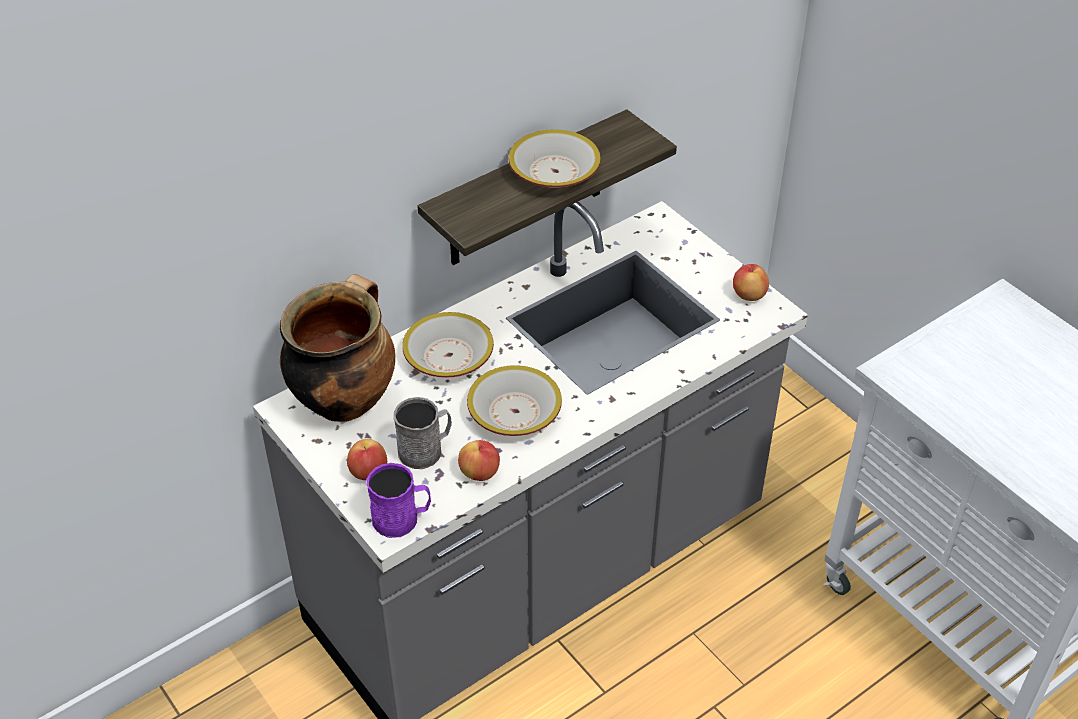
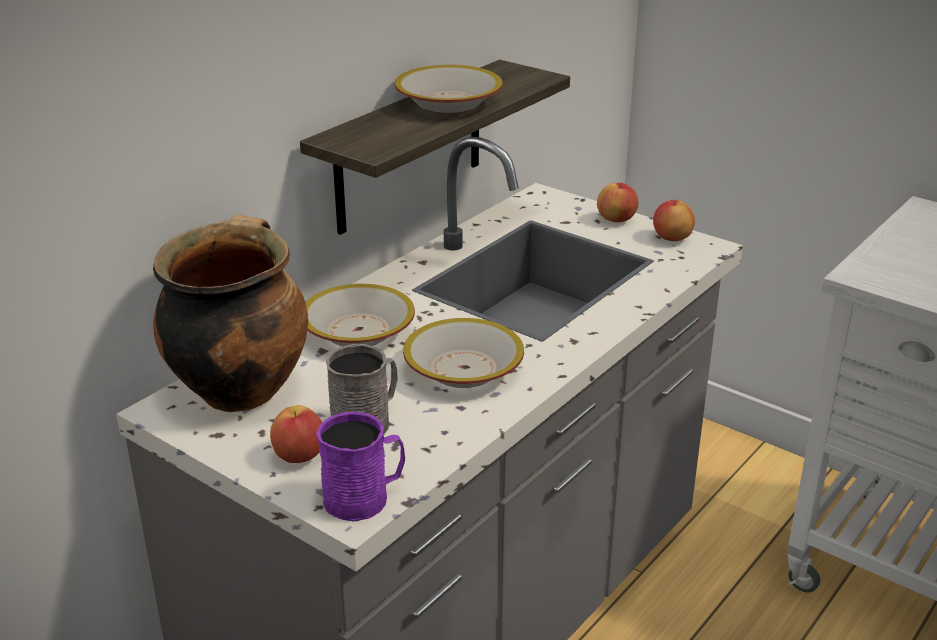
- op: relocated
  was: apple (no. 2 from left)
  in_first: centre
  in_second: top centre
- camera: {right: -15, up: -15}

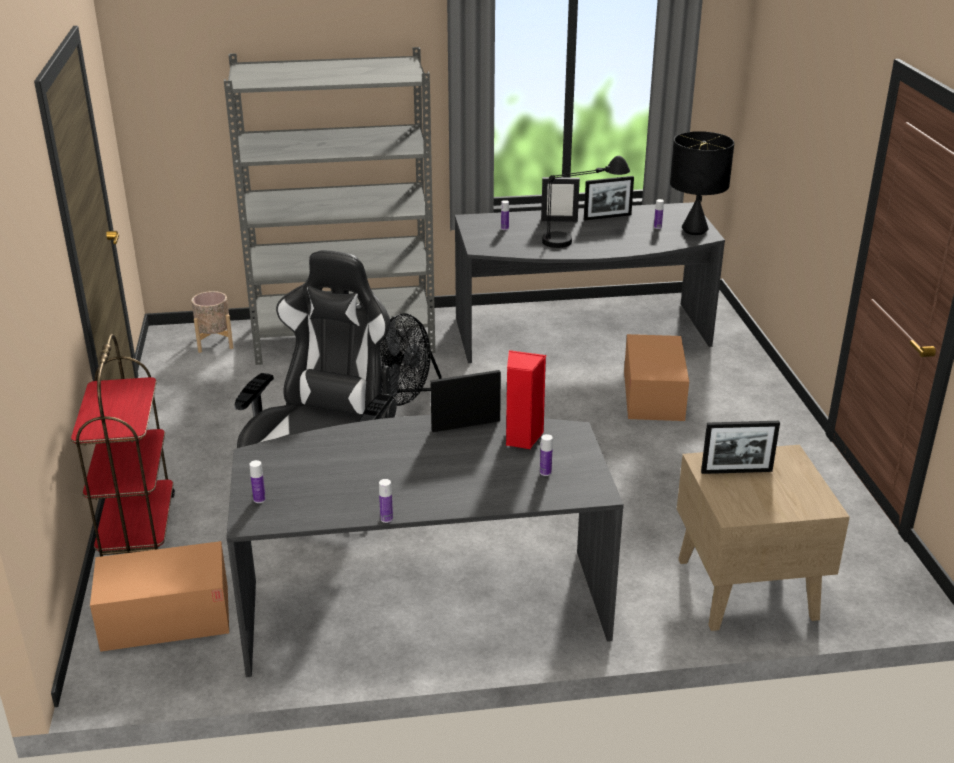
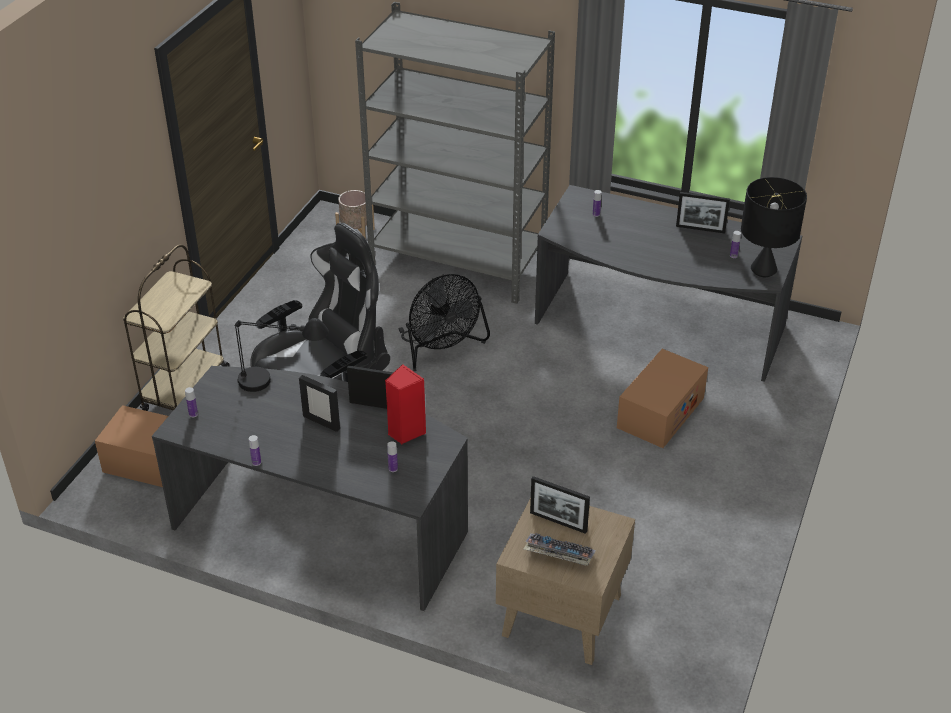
- op: colour
  was: red cart
  now: beige cart
  in_first: middle left
  in_second: middle left
- op: relocated
  was: black table lamp (no. 1 from left)
  in_first: top centre
  in_second: middle left
- op: relocated
  was: picture frame (no. 2 from left in the first image)
  now: picture frame (no. 1 from left)
  in_first: top centre
  in_second: centre
- op: appeared
  now: keyboard
  in_second: bottom centre
- camera: {right: 30, up: 10}

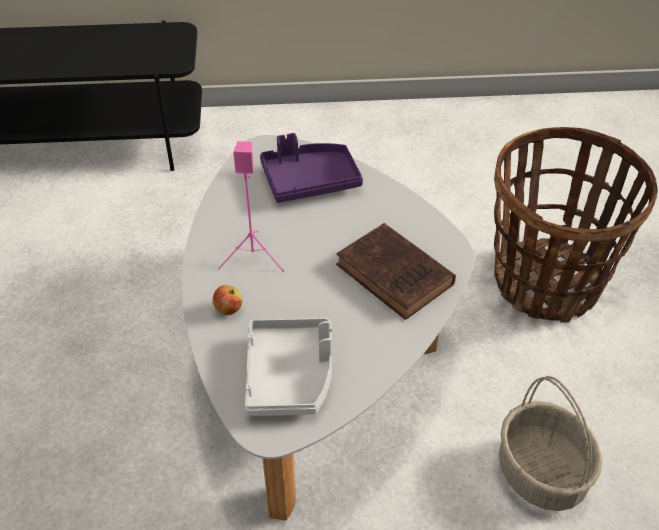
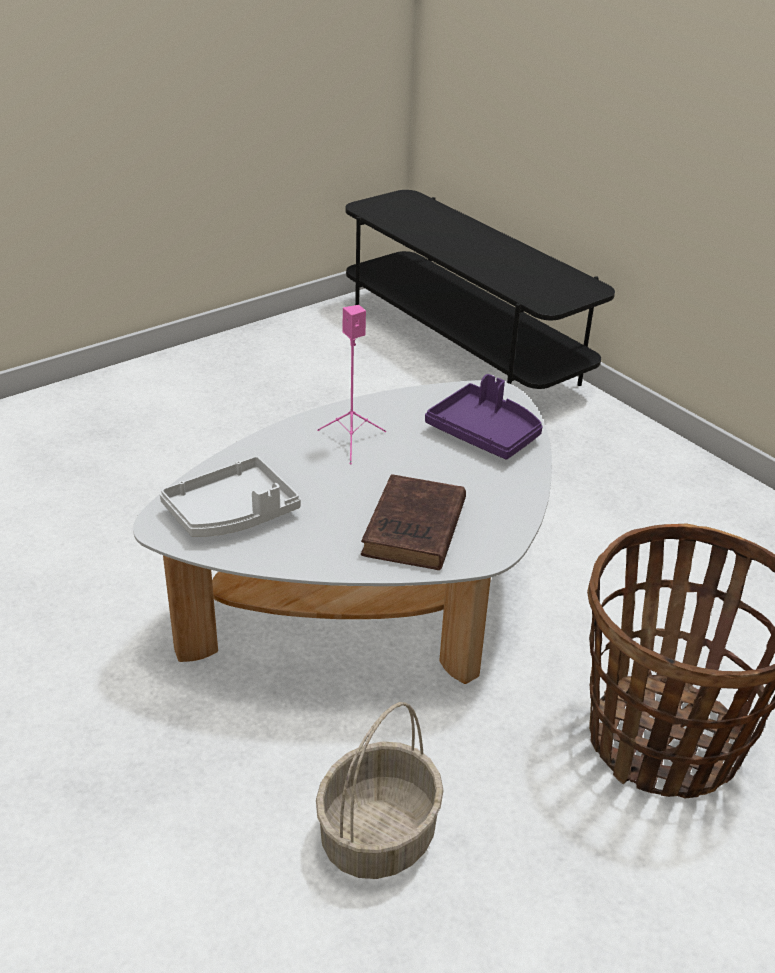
- op: missing
  was: apple
  in_first: centre
- camera: {right: 55, up: -10}

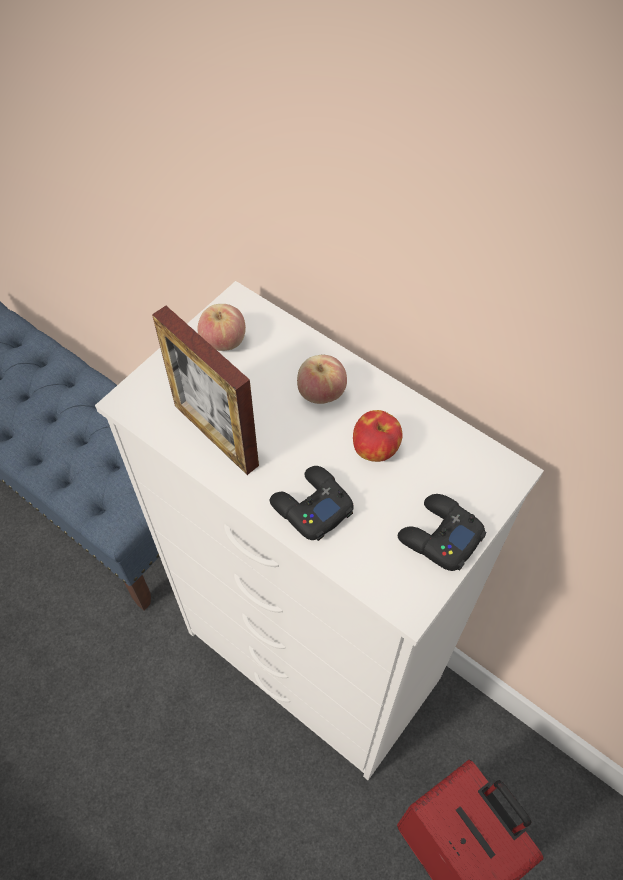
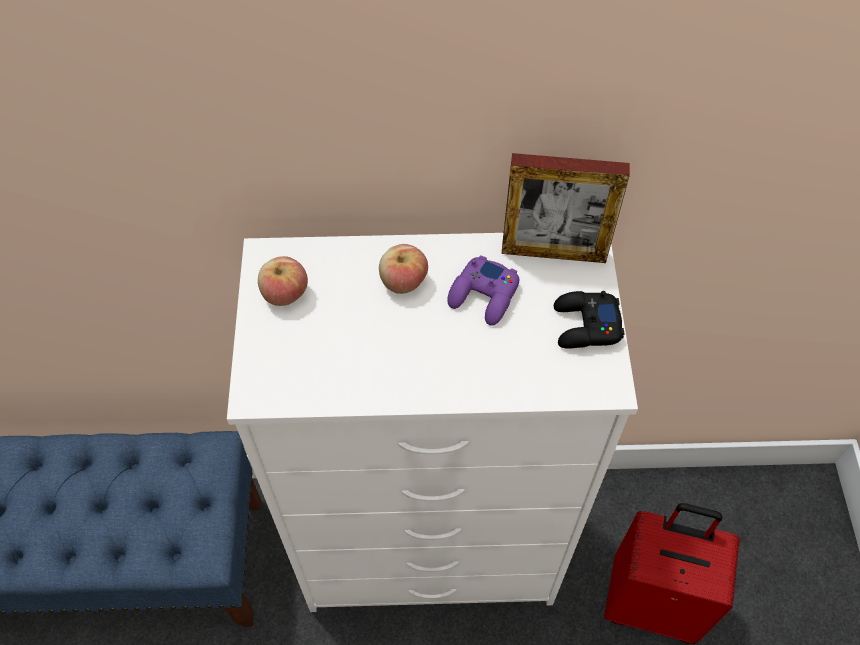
- op: exchanged
  was: apple (no. 3 from left)
  now: purple game controller
  in_first: centre
  in_second: centre
- op: relocated
  was: picture frame
  in_first: middle left
  in_second: top centre
- op: missing
  was: black game controller (no. 1 from left)
  in_first: centre
- camera: {right: -40, up: 0}

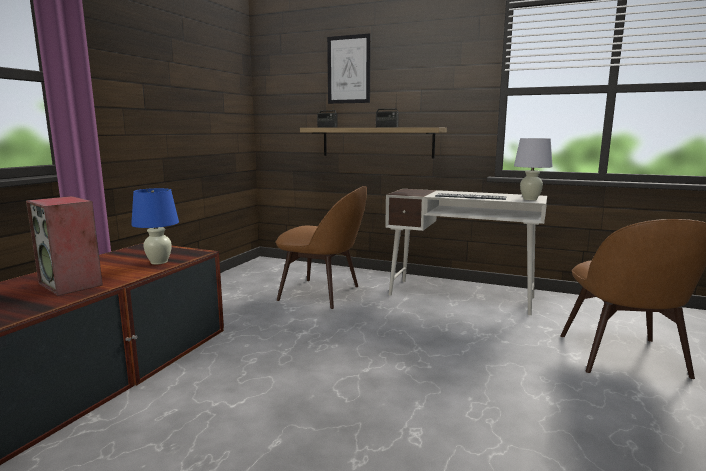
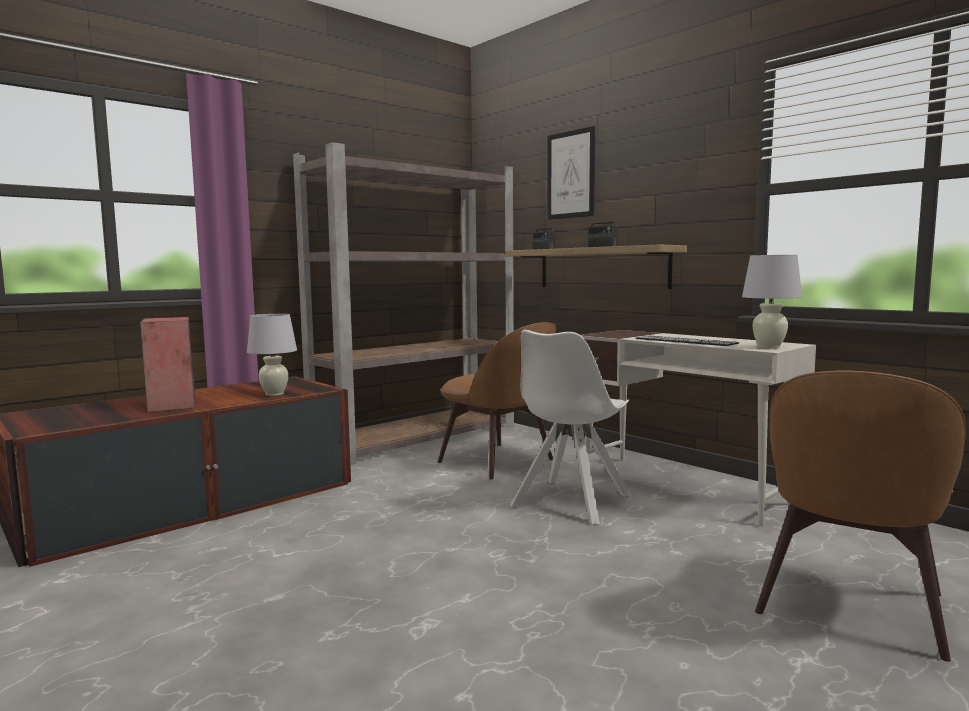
- op: colour
  was: blue table lamp
  now: white table lamp (no. 1 from left)
  in_first: middle left
  in_second: middle left
- op: appeared
  now: brown bookcase
  in_second: centre
- op: appeared
  now: white chair
  in_second: centre
- camera: {right: 25, up: -5}

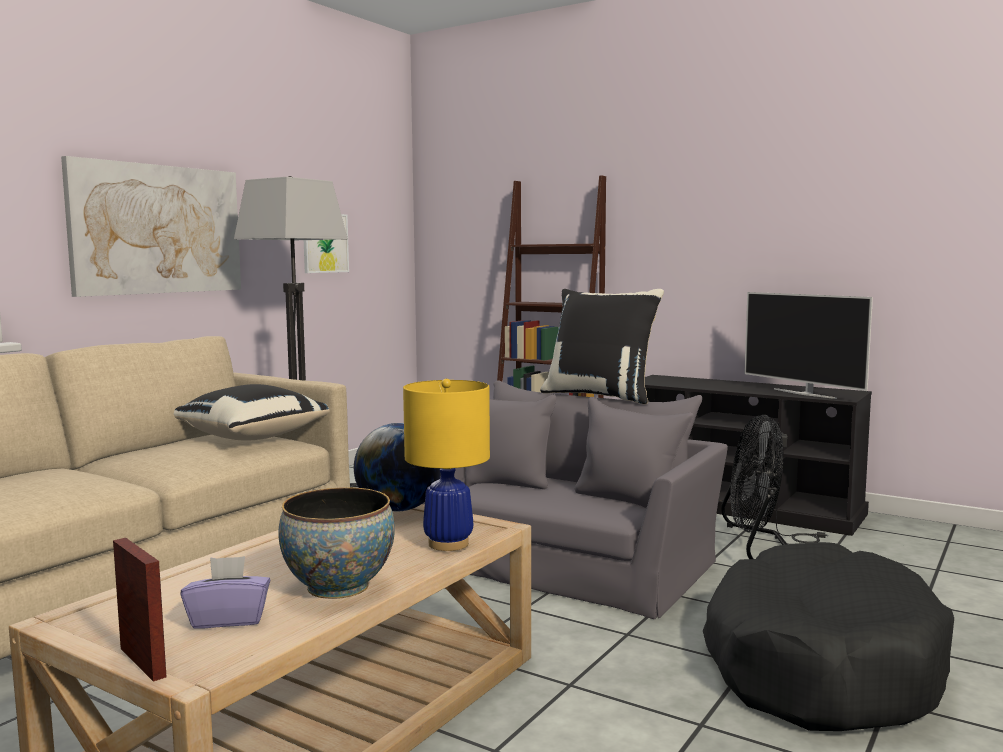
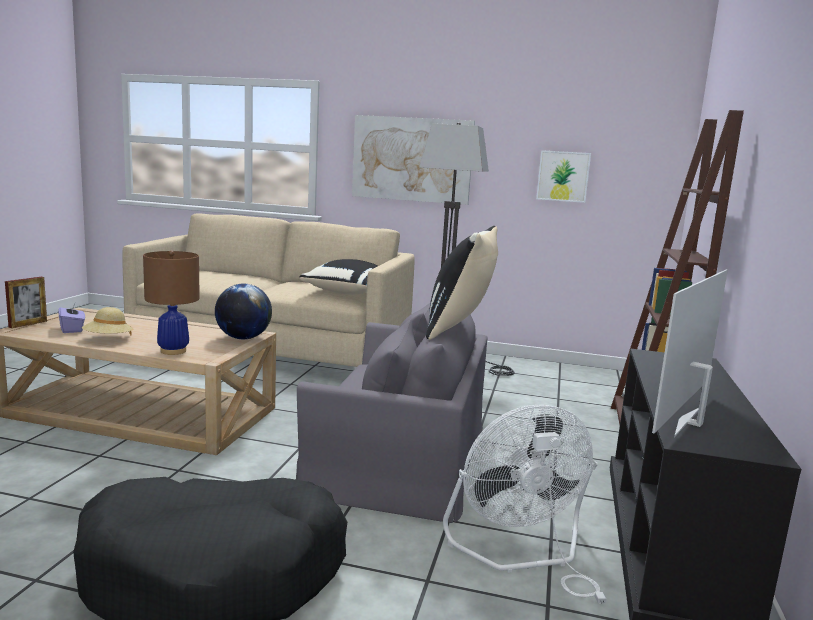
- op: exchanged
  was: bowl
  now: beige hat
  in_first: bottom centre
  in_second: middle left
- op: colour
  was: yellow table lamp
  now: brown table lamp
  in_first: centre
  in_second: middle left
- op: colour
  was: black fan
  now: white fan
  in_first: middle right
  in_second: bottom centre
- camera: {right: 70, up: 5}

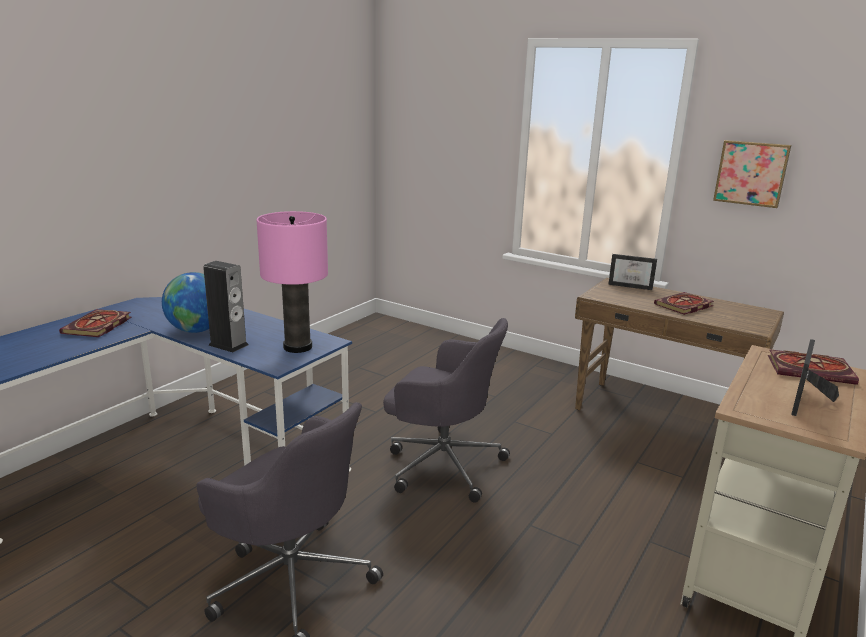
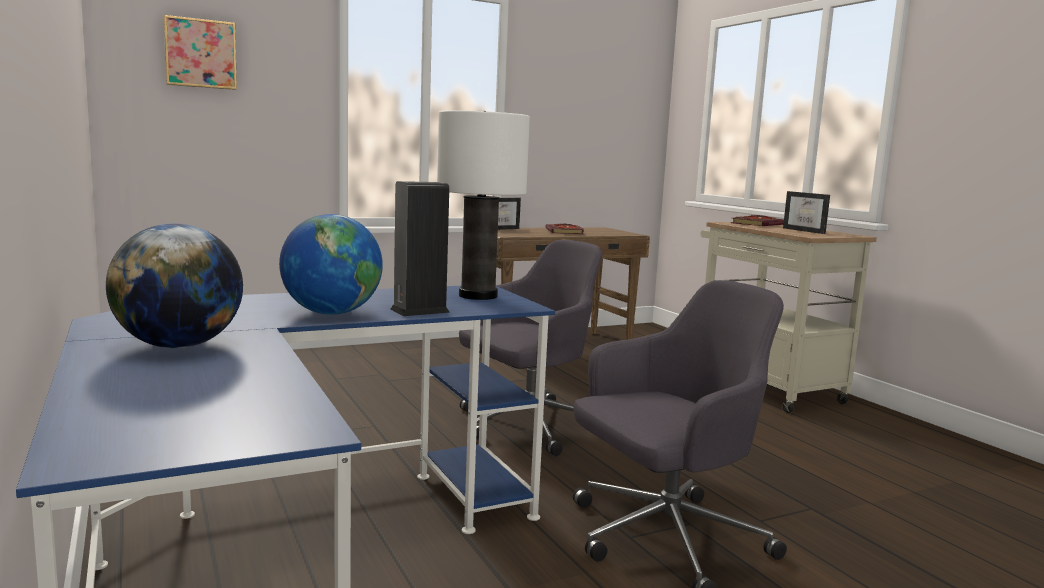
- op: exchanged
  was: book (no. 1 from left)
  now: globe (no. 1 from left)
  in_first: middle left
  in_second: middle left
- op: relocated
  was: picture
  in_first: top right
  in_second: top left
- op: colour
  was: pink table lamp
  now: white table lamp
  in_first: centre
  in_second: centre
- camera: {right: -60, up: -10}

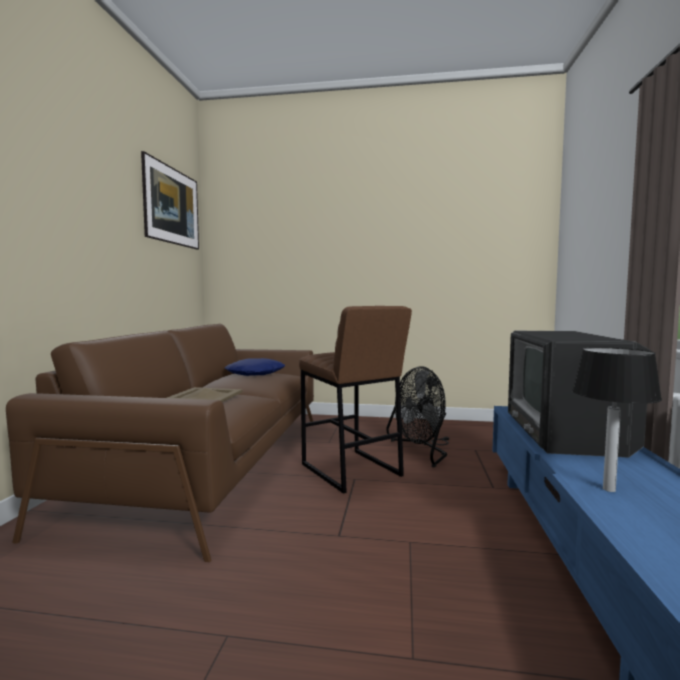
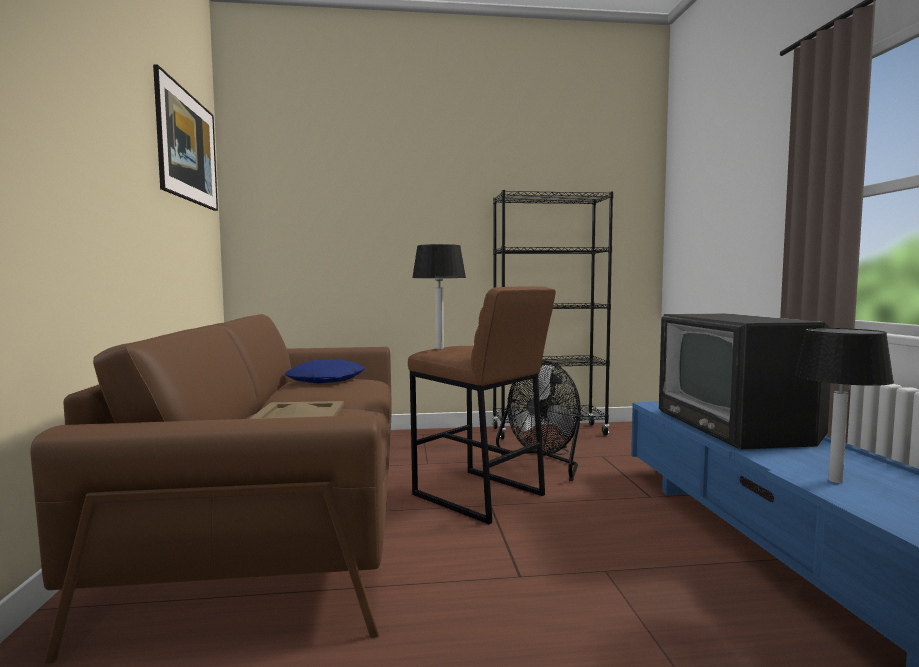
- op: appeared
  now: table lamp (no. 1 from left)
  in_second: centre
- op: appeared
  now: black bookcase
  in_second: centre
- camera: {right: -15, up: 0}

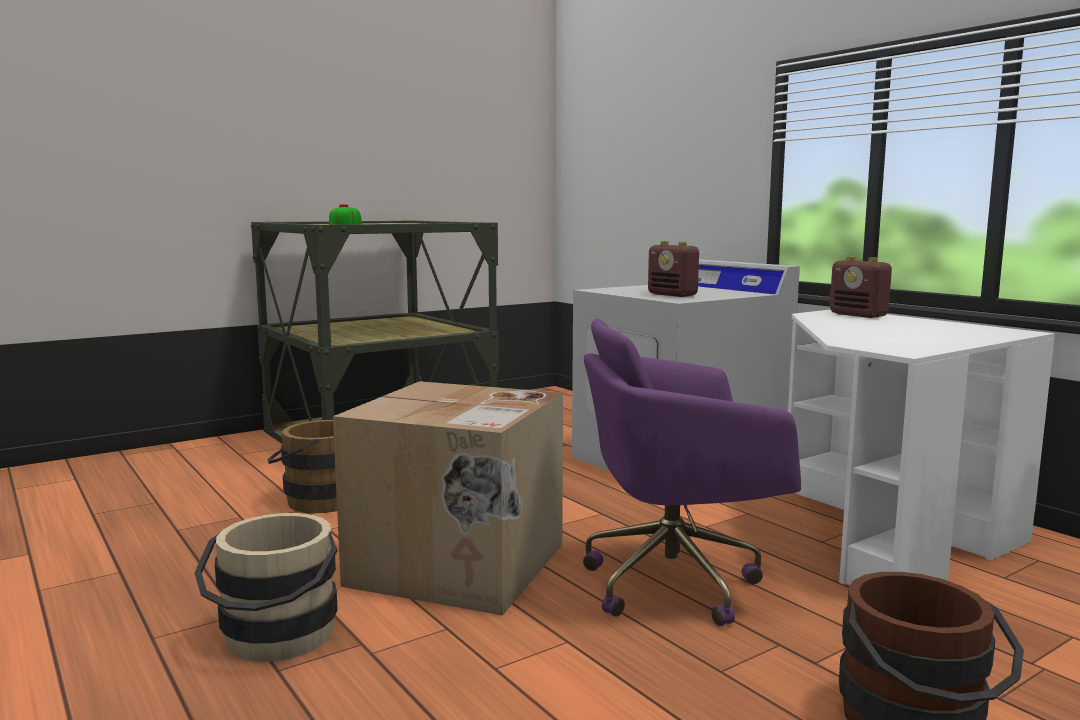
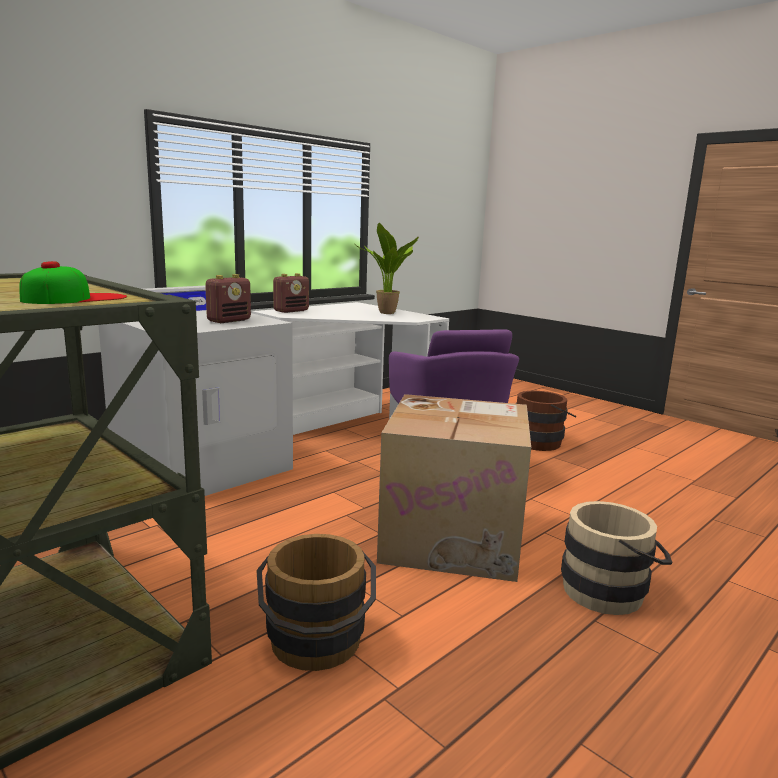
- op: appeared
  now: potted plant
  in_second: centre
- camera: {right: -100, up: 5}

